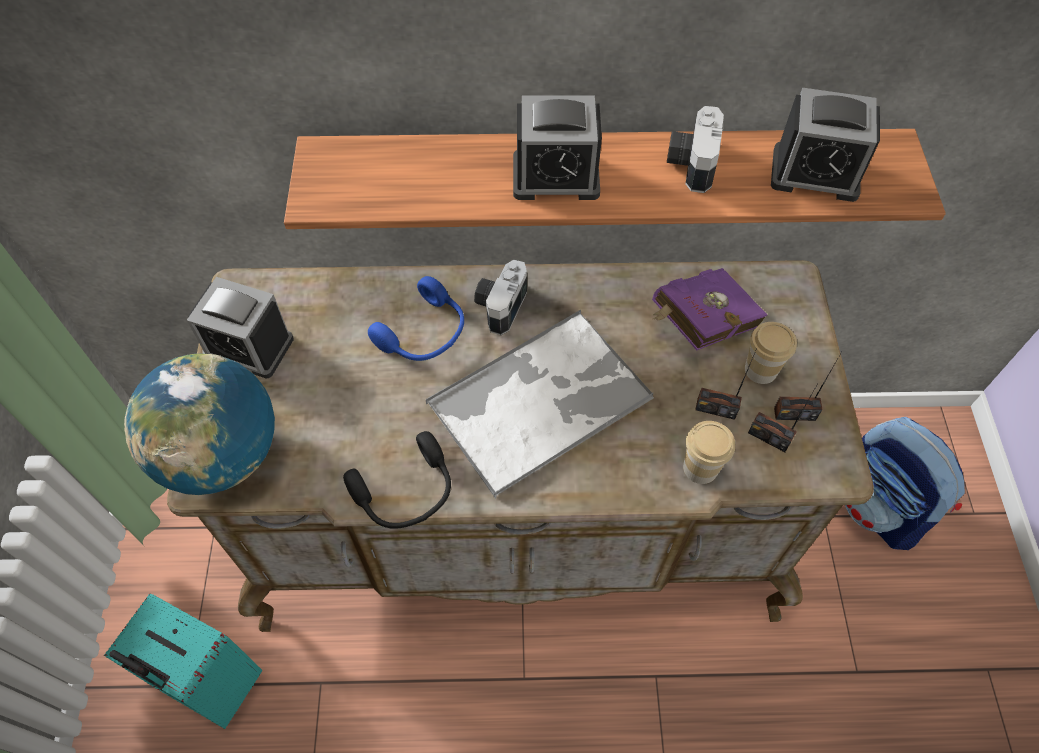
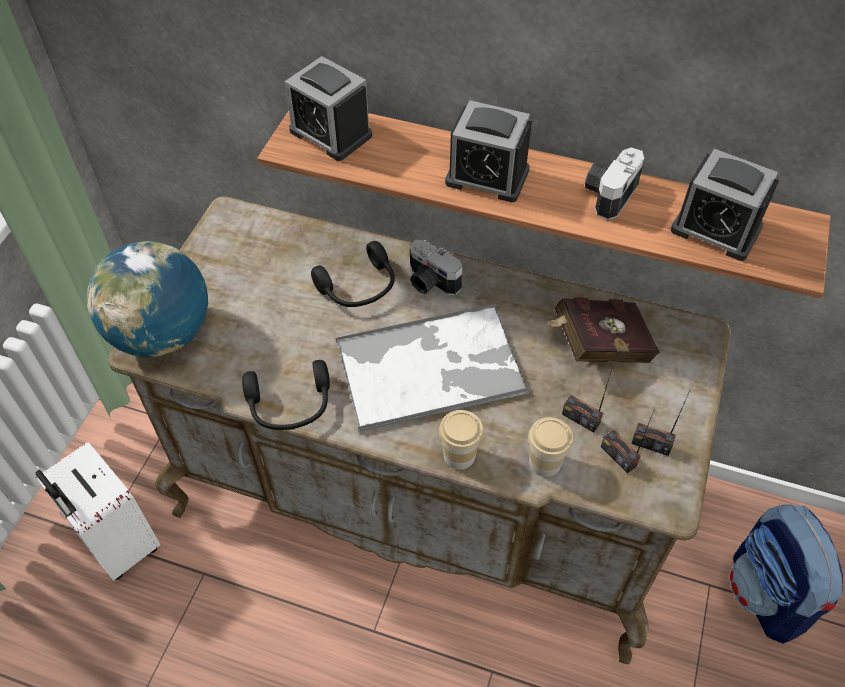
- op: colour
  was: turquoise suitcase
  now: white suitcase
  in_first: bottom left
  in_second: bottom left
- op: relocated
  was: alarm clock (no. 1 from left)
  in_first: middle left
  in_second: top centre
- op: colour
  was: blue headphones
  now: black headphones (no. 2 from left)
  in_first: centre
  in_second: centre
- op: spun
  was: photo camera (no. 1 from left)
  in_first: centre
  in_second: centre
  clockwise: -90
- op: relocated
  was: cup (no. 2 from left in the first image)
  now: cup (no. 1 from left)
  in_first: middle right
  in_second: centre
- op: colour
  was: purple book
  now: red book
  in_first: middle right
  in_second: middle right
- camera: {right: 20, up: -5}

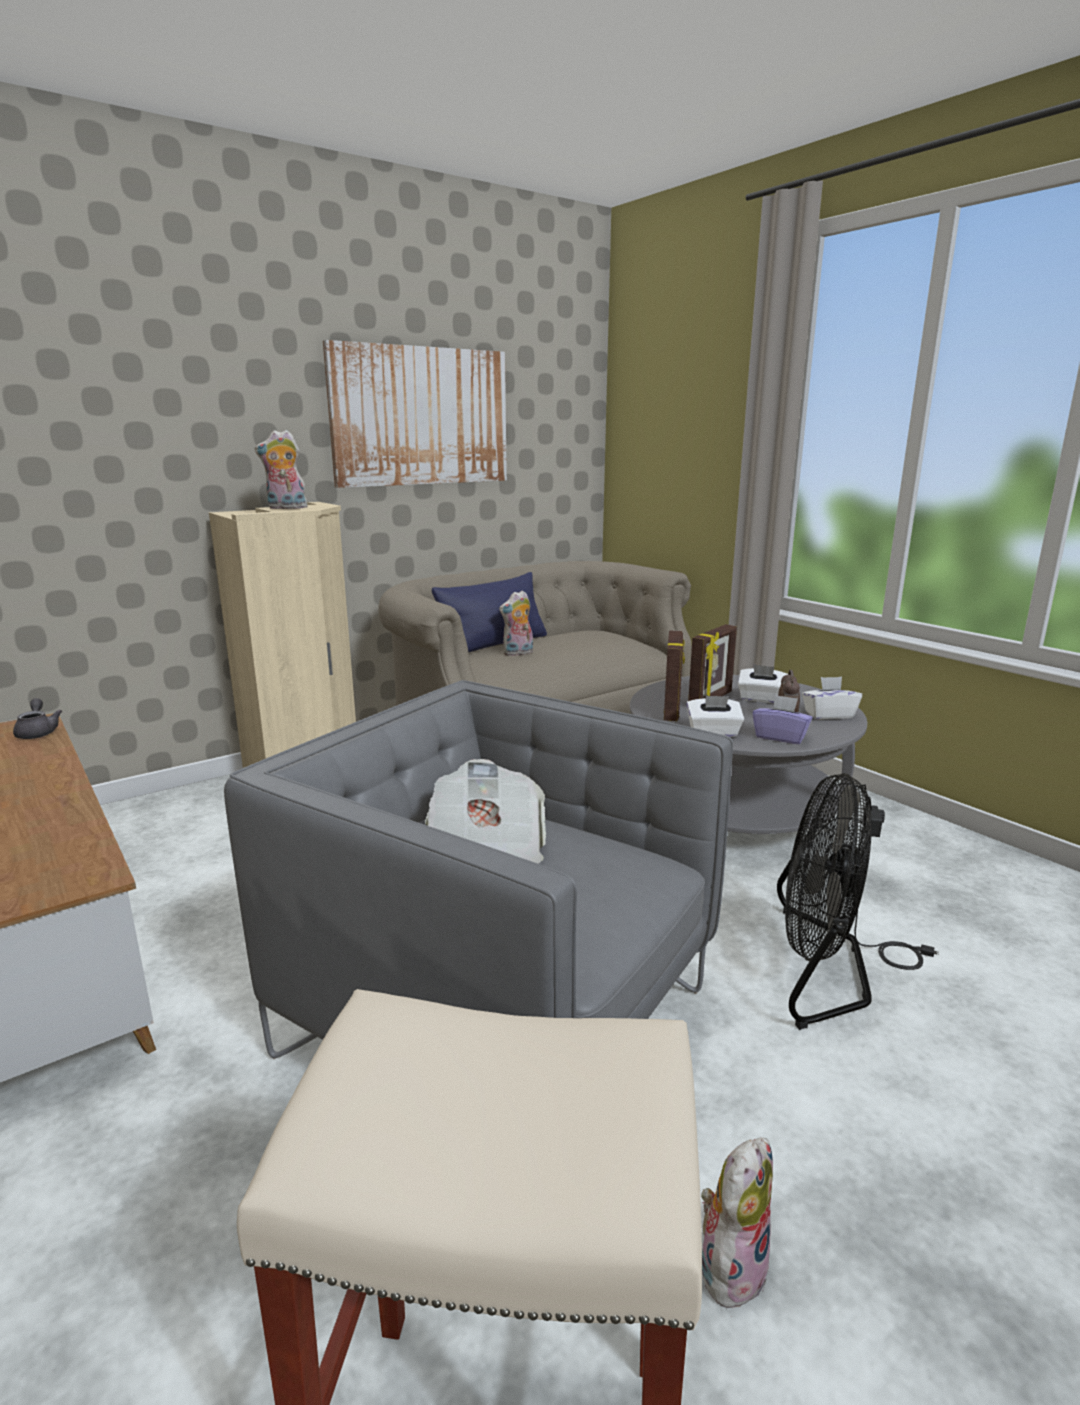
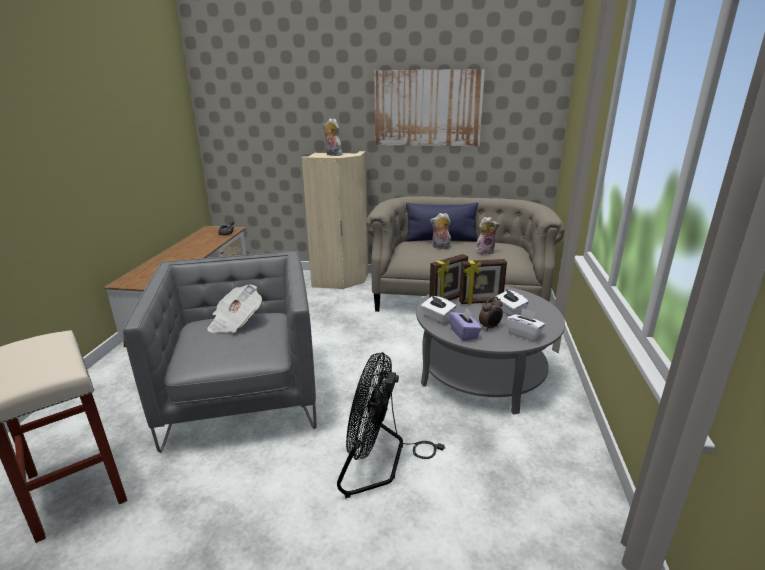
- op: spun
  was: black fan
  in_first: middle right
  in_second: bottom centre
  clockwise: -45
- op: relocated
  was: plush toy (no. 3 from left)
  in_first: bottom right
  in_second: centre
- camera: {right: 45, up: 5}

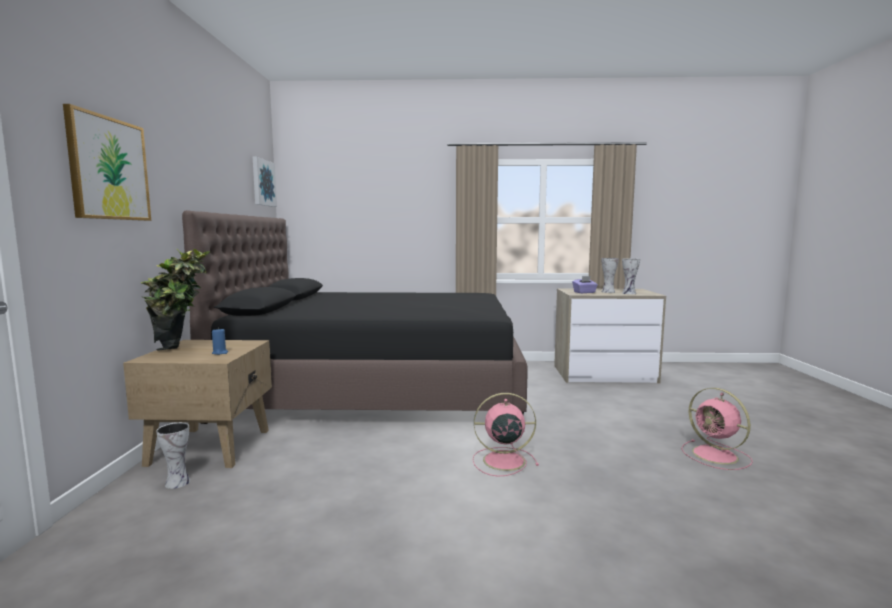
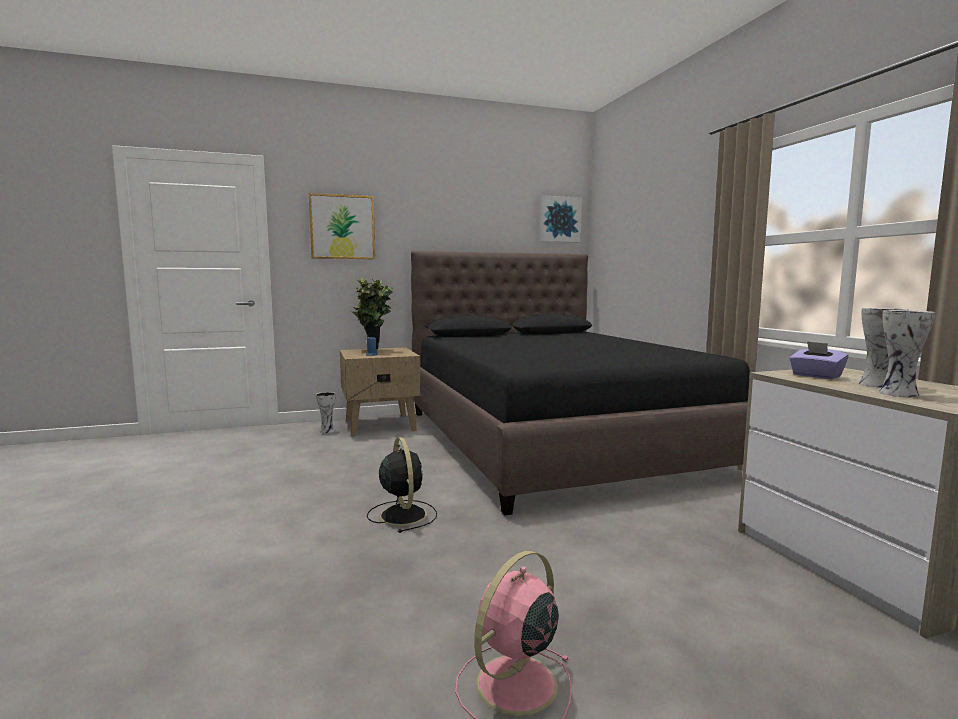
- op: colour
  was: pink fan (no. 1 from left)
  now: black fan
  in_first: bottom centre
  in_second: bottom centre
- camera: {right: 70, up: 0}

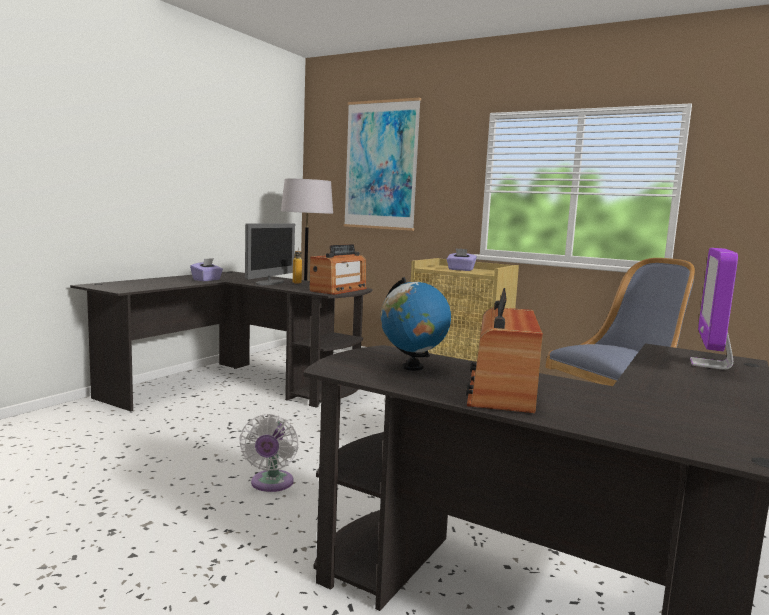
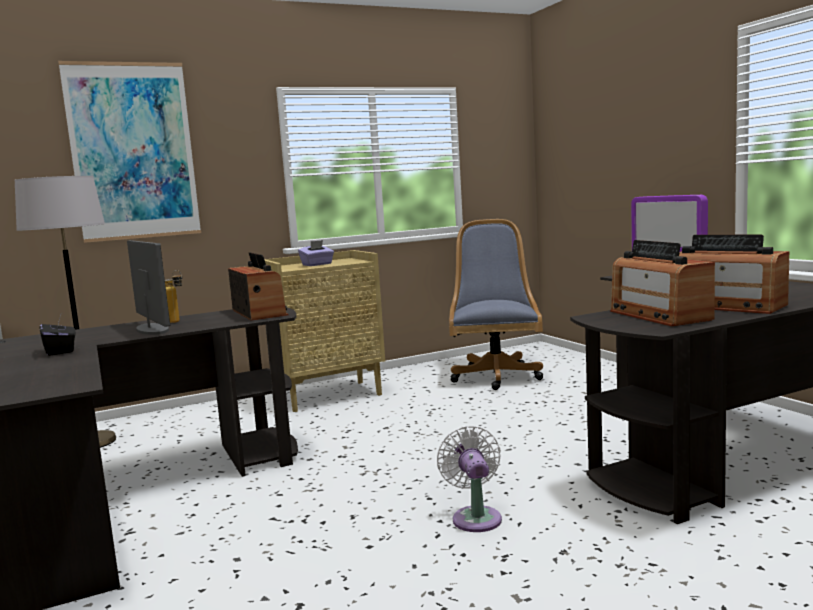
- op: colour
  was: purple tissue box (no. 1 from left)
  now: black tissue box
  in_first: middle left
  in_second: middle left
- op: spun
  was: white fan
  in_first: bottom centre
  in_second: bottom centre
  clockwise: -135
- op: exchanged
  was: globe
  now: radio (no. 2 from left)
  in_first: centre
  in_second: middle right
- camera: {right: -55, up: 0}

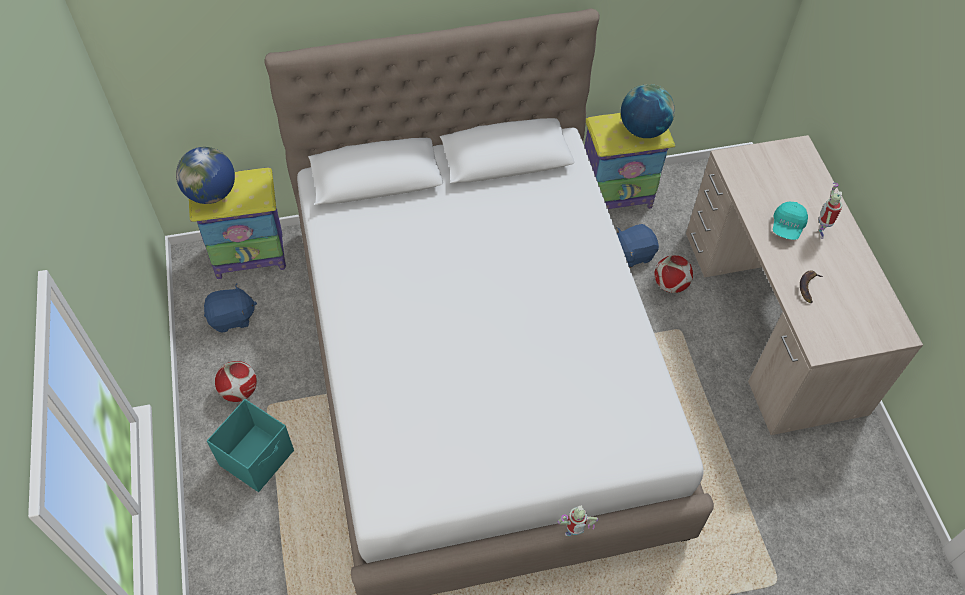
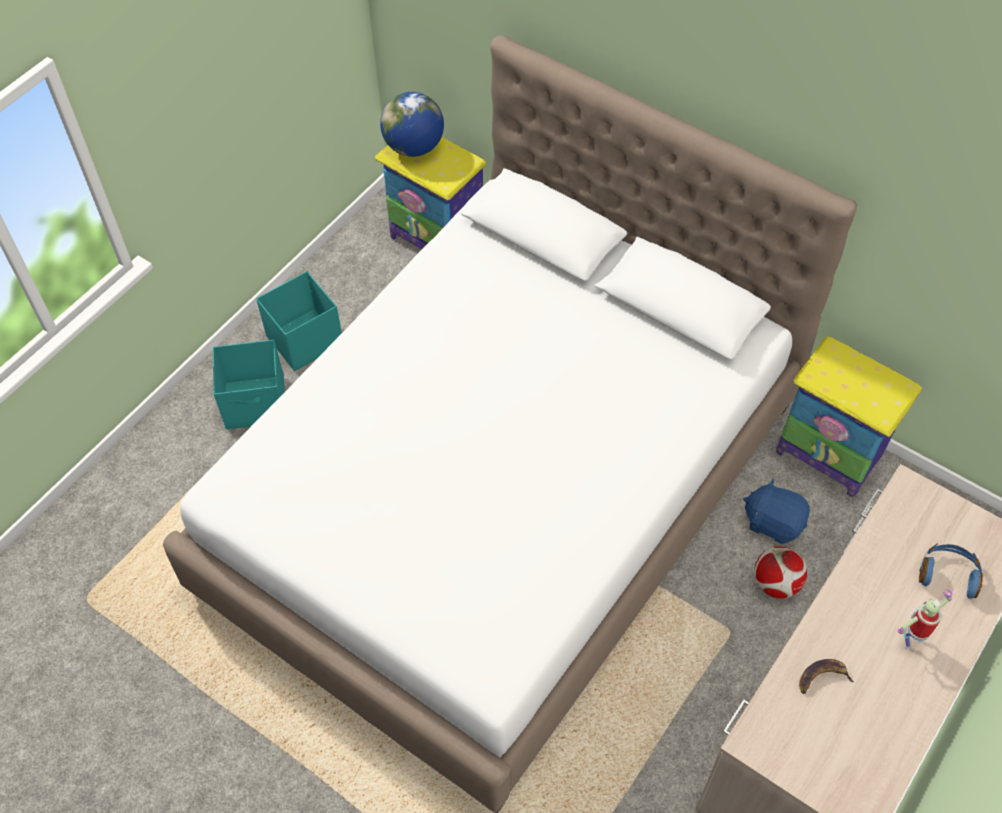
- op: exchanged
  was: football (no. 1 from left)
  now: turquoise storage box (no. 2 from left)
  in_first: middle left
  in_second: middle left
- op: appeared
  now: blue headphones
  in_second: bottom right
- op: missing
  was: blue plush toy (no. 1 from left)
  in_first: middle left
- op: missing
  was: toy robot (no. 1 from left)
  in_first: bottom centre
- op: missing
  was: globe (no. 2 from left)
  in_first: top right
- op: missing
  was: turquoise cap
  in_first: middle right
- camera: {right: 50, up: 0}

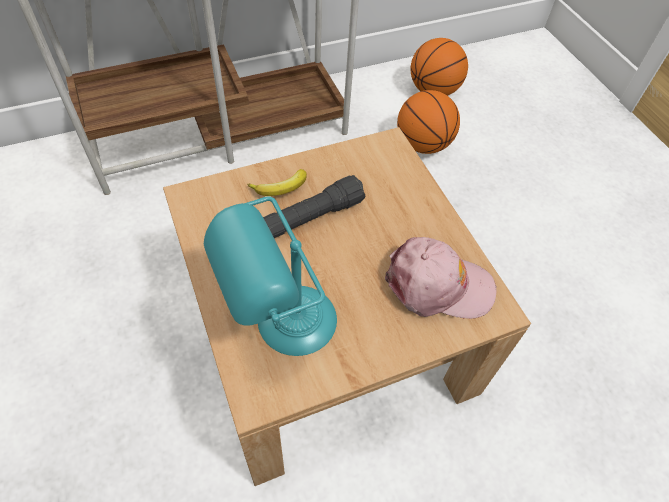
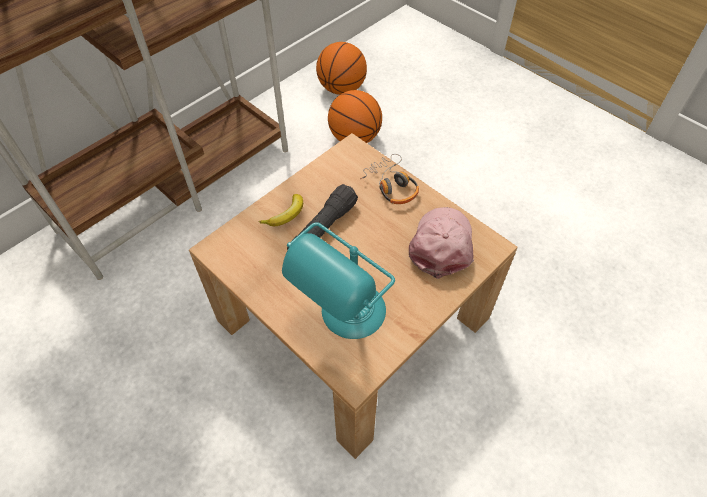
- op: appeared
  now: headphones
  in_second: centre
- op: spun
  was: pink cap
  in_first: centre
  in_second: centre
  clockwise: -60
- camera: {right: -20, up: 0}

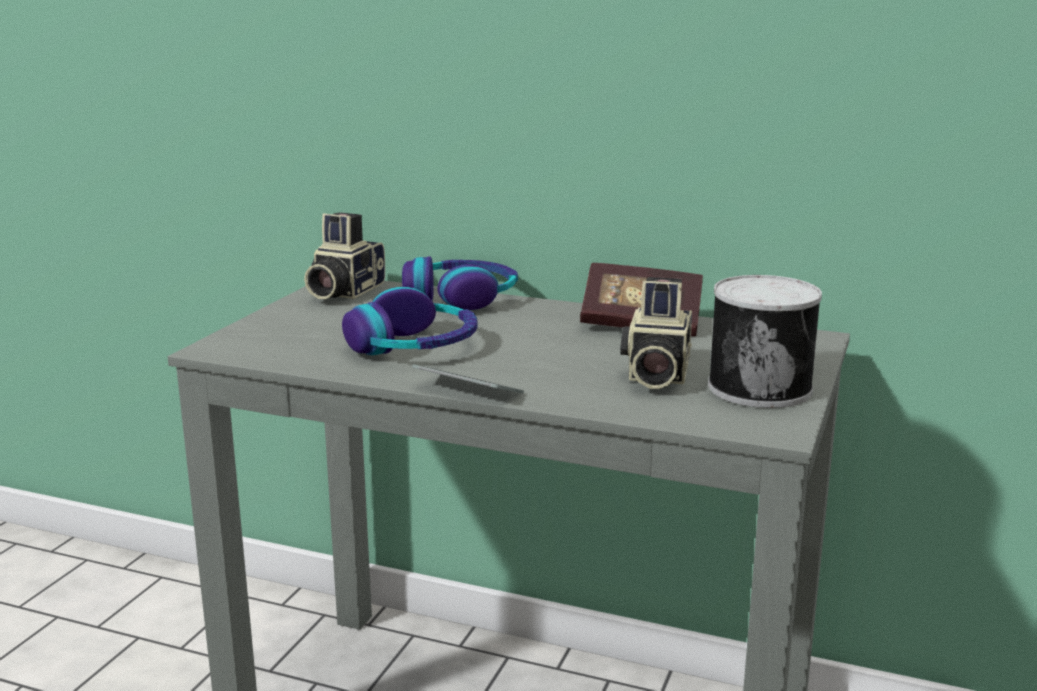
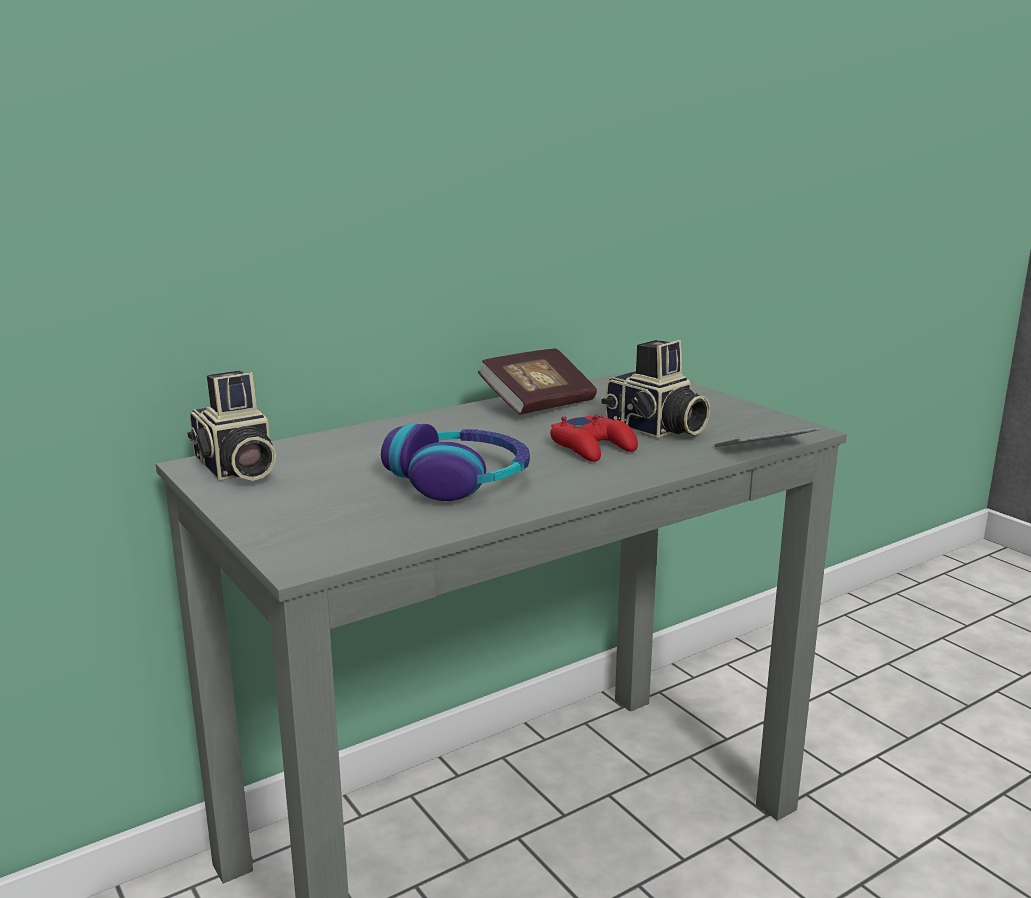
- op: appeared
  now: red game controller
  in_second: centre
- op: relocated
  was: phone
  in_first: centre
  in_second: middle right
- op: missing
  was: headphones (no. 2 from left)
  in_first: centre
- op: missing
  was: can
  in_first: middle right
- camera: {right: -55, up: 0}

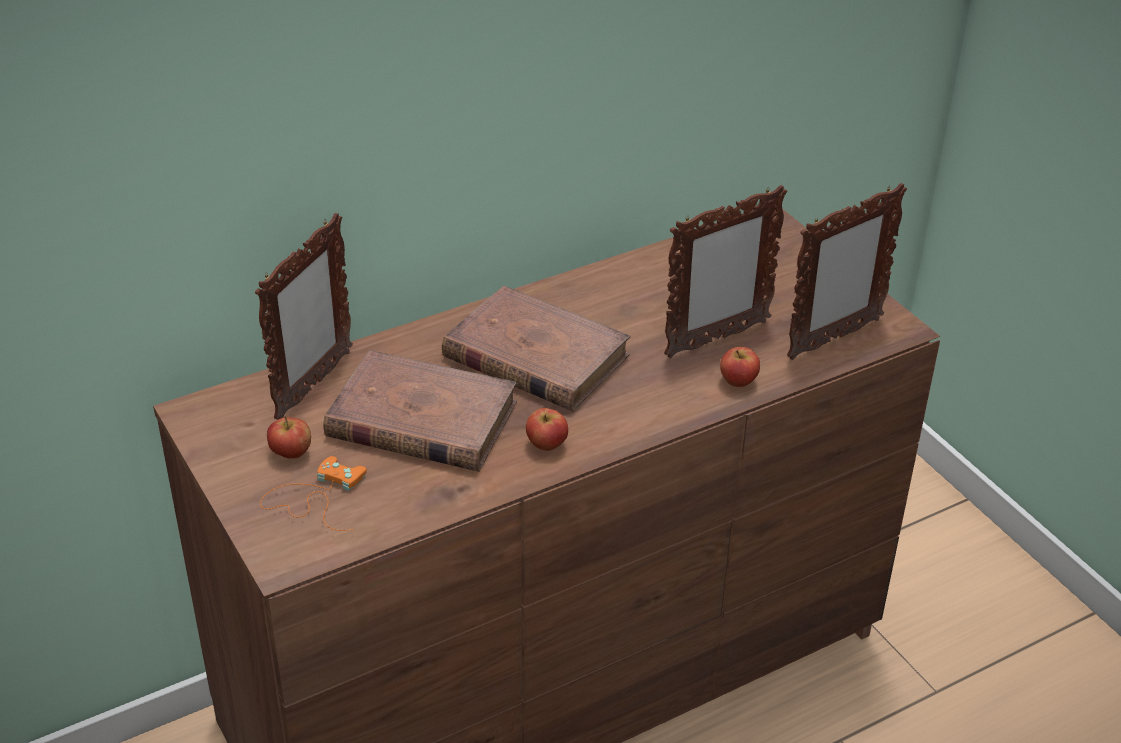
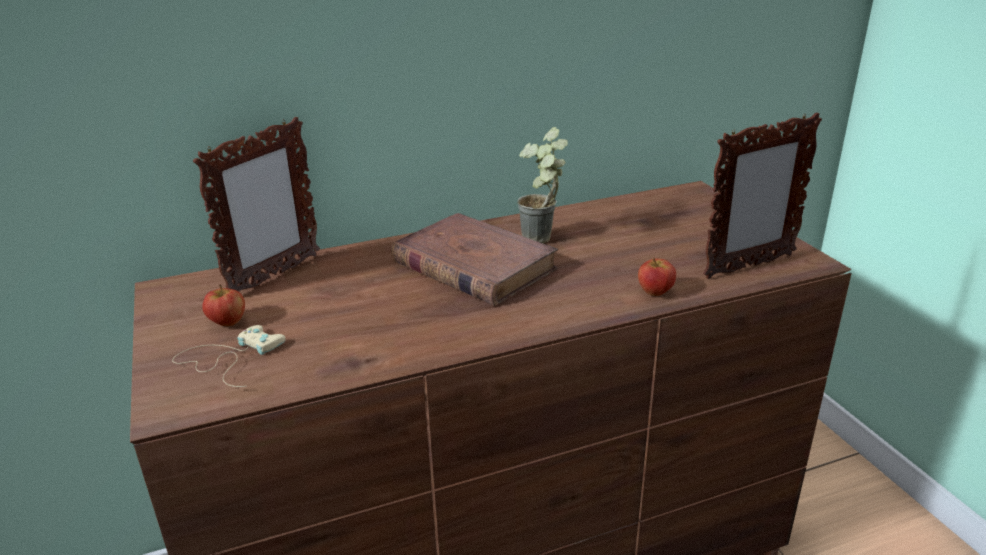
- op: colour
  was: orange game controller
  now: beige game controller
  in_first: middle left
  in_second: middle left
- op: appeared
  now: potted plant
  in_second: centre
- op: missing
  was: brown book (no. 1 from left)
  in_first: centre
- op: missing
  was: apple (no. 2 from left)
  in_first: centre
- op: missing
  was: picture frame (no. 2 from left)
  in_first: centre
- camera: {right: 10, up: -10}

